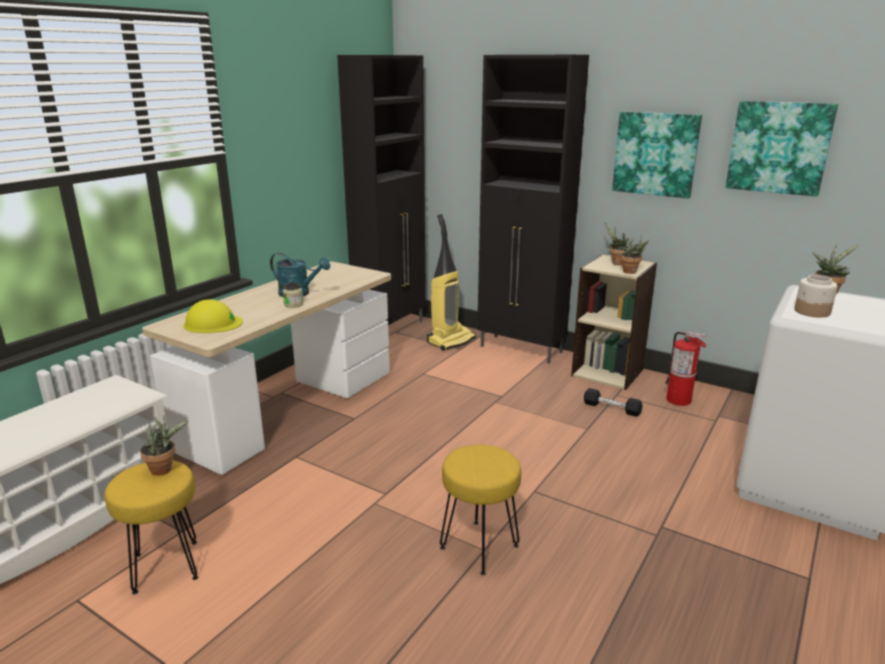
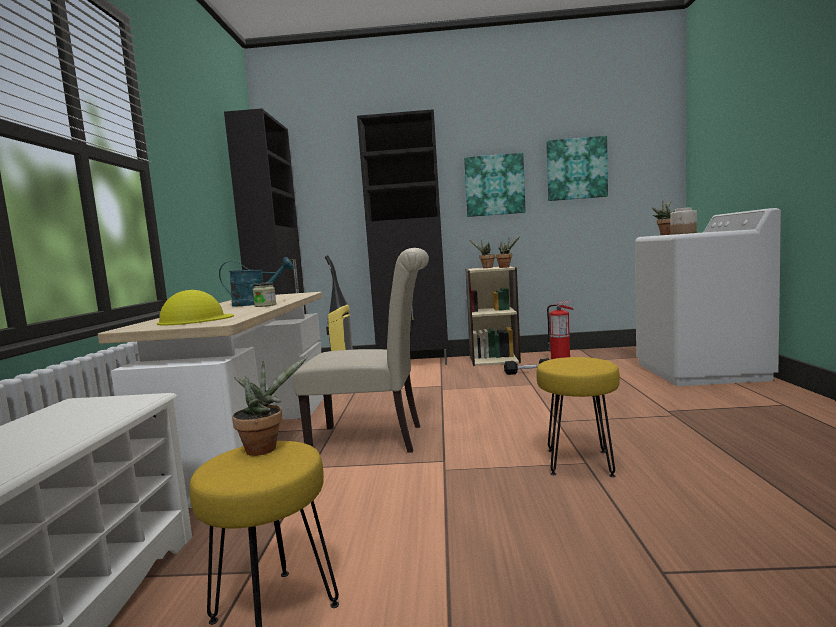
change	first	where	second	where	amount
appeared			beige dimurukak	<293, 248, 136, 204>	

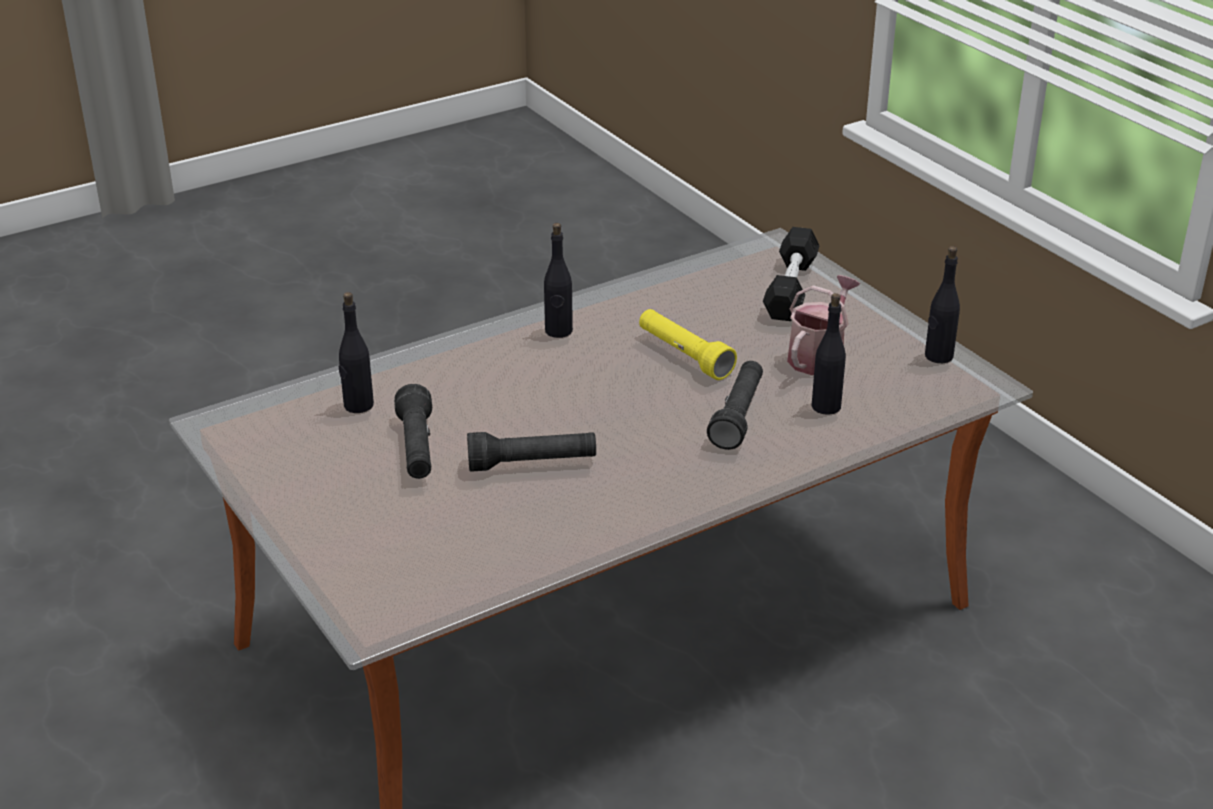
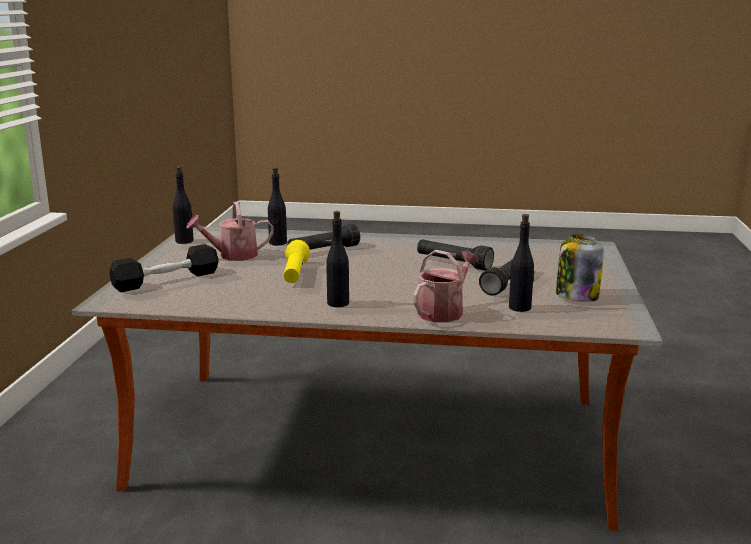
change	first	where	second	where	amount
appeared			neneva	<556, 234, 48, 68>	
appeared			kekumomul	<413, 250, 66, 72>	

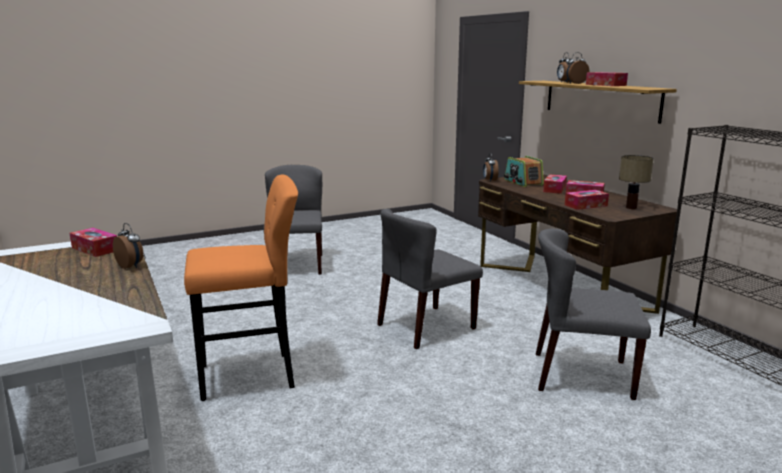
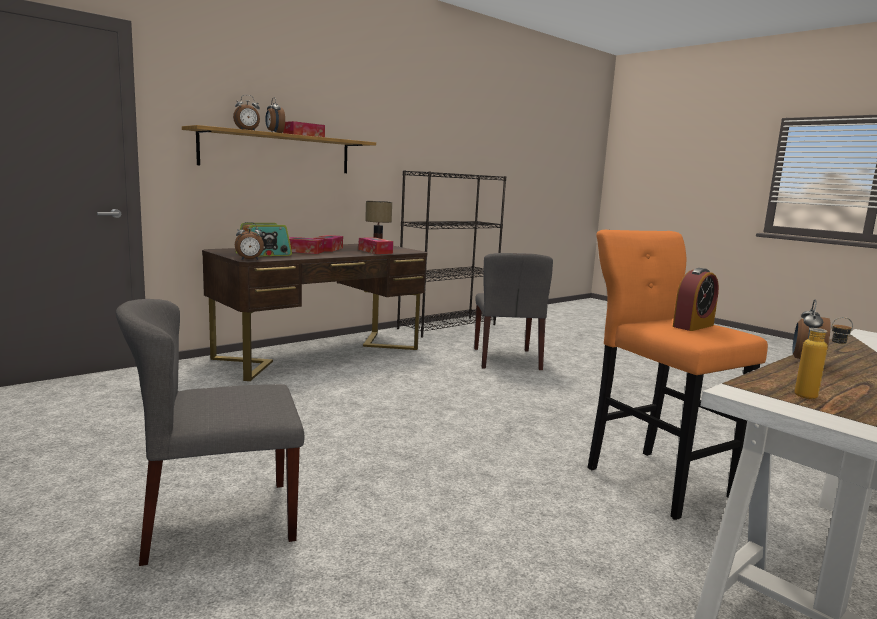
change	first	where	second	where	amount
missing	grey dimurukak	<377, 209, 106, 140>			
exchanged	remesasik	<69, 228, 48, 29>	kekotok	<795, 317, 58, 82>	
appeared			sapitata	<673, 268, 46, 63>	

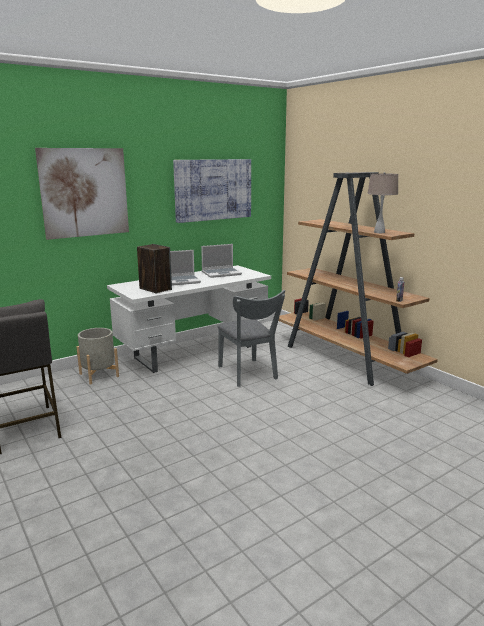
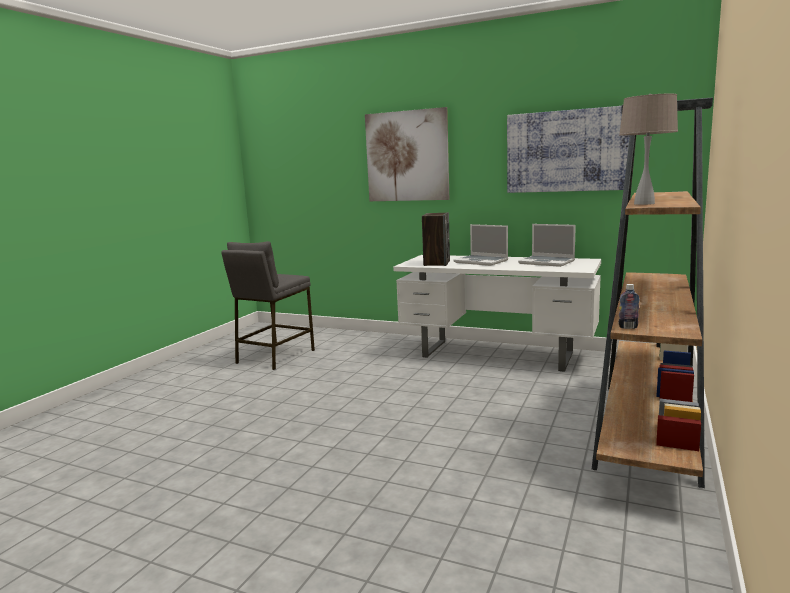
change	first	where	second	where	amount
missing	grey dimurukak	<218, 290, 67, 97>			
missing	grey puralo	<77, 328, 42, 57>			

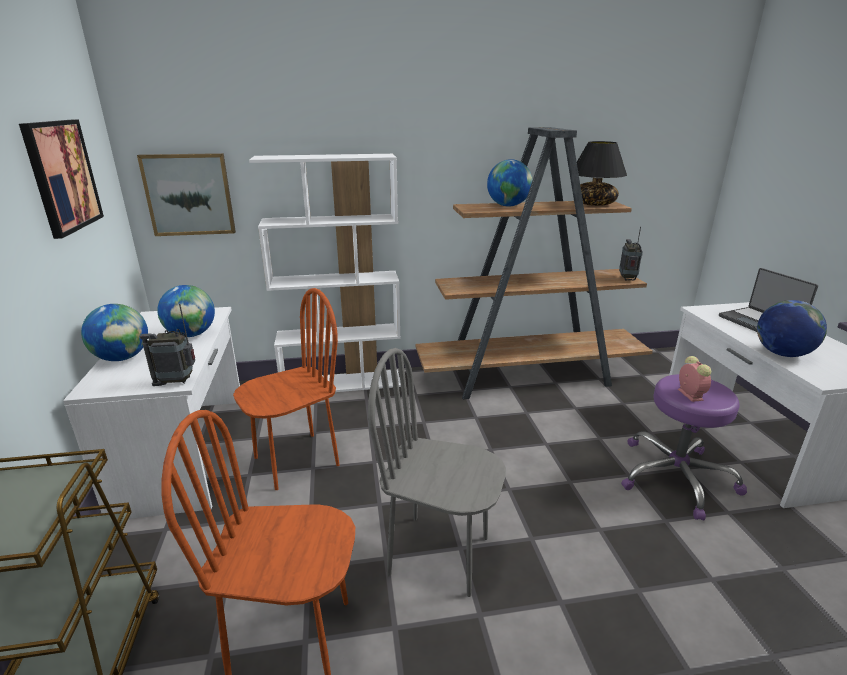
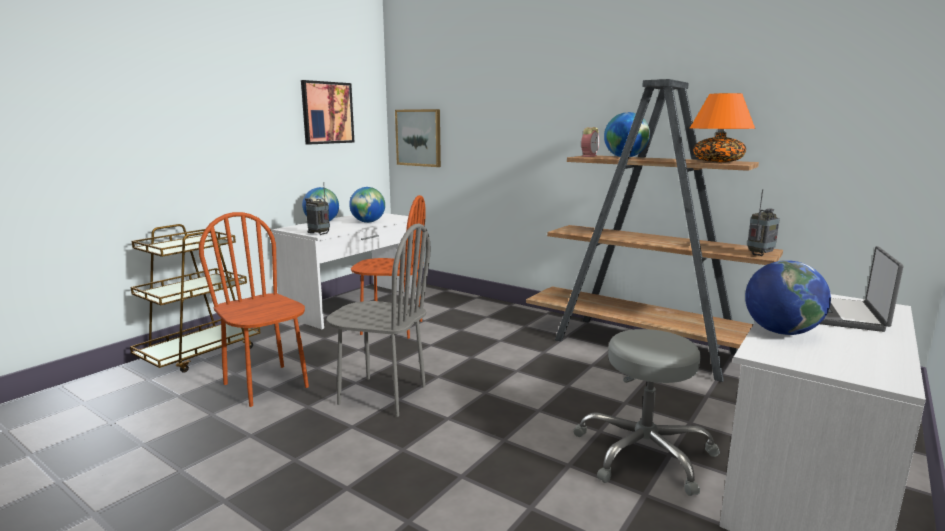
change	first	where	second	where	amount
colour	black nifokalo	<577, 141, 50, 65>	orange nifokalo	<690, 93, 66, 69>	
missing	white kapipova	<249, 154, 152, 238>			
spun	grey dimurukak	<368, 348, 138, 249>		<327, 223, 104, 194>	135 degrees clockwise
relocated	sapitata	<678, 356, 33, 46>		<581, 127, 18, 30>	
colour	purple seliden	<621, 374, 126, 146>	grey seliden	<573, 329, 147, 167>	

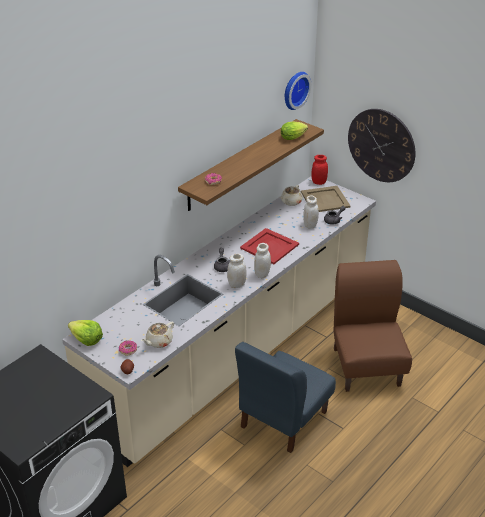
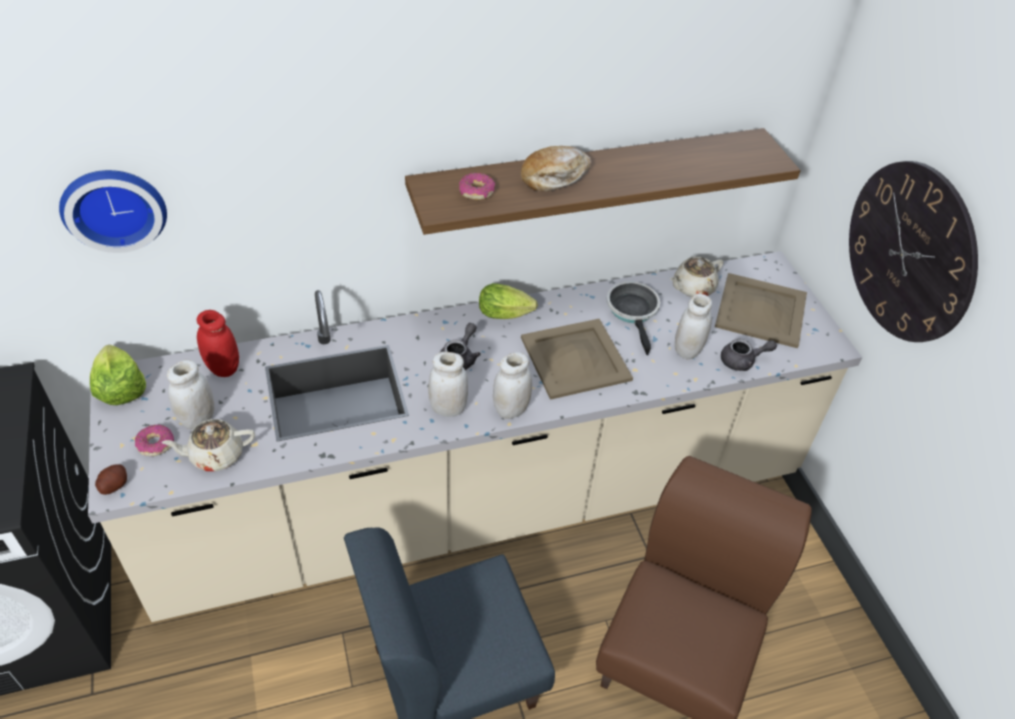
change	first	where	second	where	amount
relocated	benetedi	<285, 72, 26, 38>		<59, 170, 108, 83>	
relocated	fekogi	<281, 122, 27, 18>		<479, 283, 59, 36>	
relocated	red neneva	<311, 155, 17, 30>		<197, 310, 42, 67>	
colour	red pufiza	<240, 228, 59, 36>	beige pufiza	<521, 319, 112, 81>	
appeared			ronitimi	<521, 146, 70, 46>	
appeared			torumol	<606, 281, 54, 74>	
appeared			white neneva	<167, 360, 48, 70>	

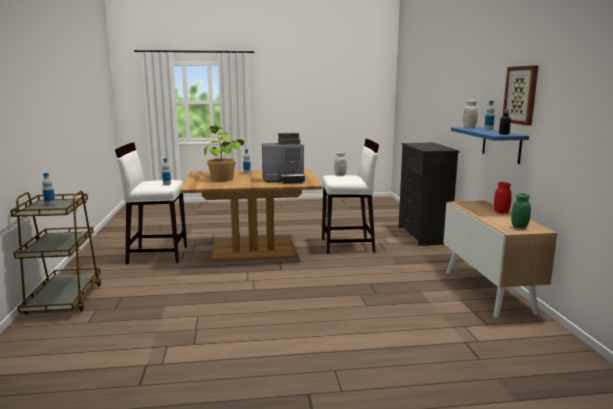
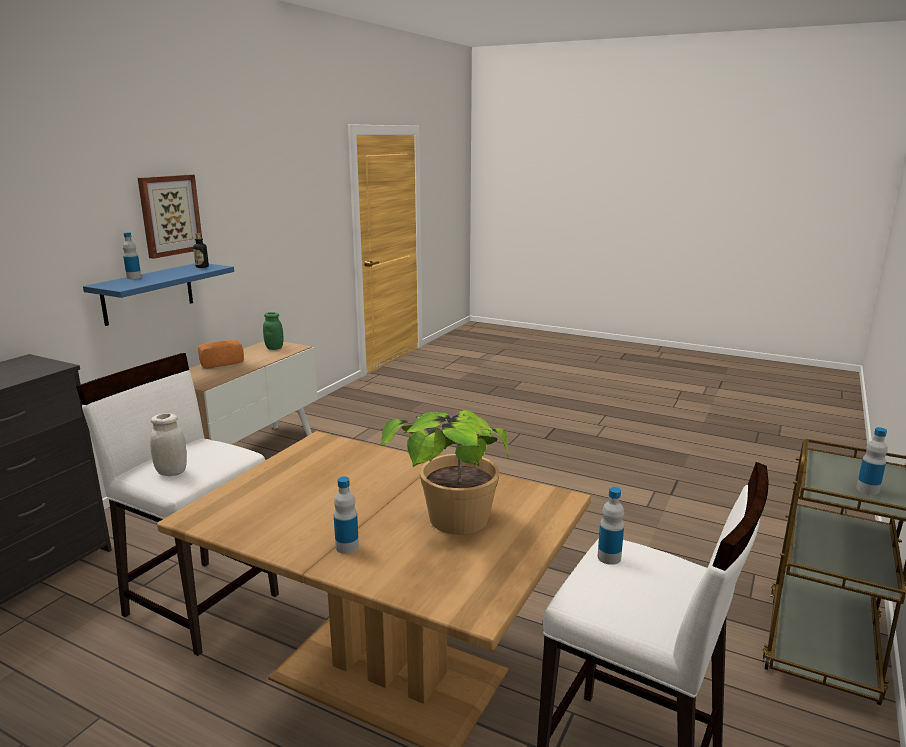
change	first	where	second	where	amount
missing	white neneva	<463, 100, 15, 28>			
missing	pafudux	<262, 133, 43, 51>			
exchanged	red neneva	<494, 182, 18, 31>	ronitimi	<198, 340, 46, 28>	

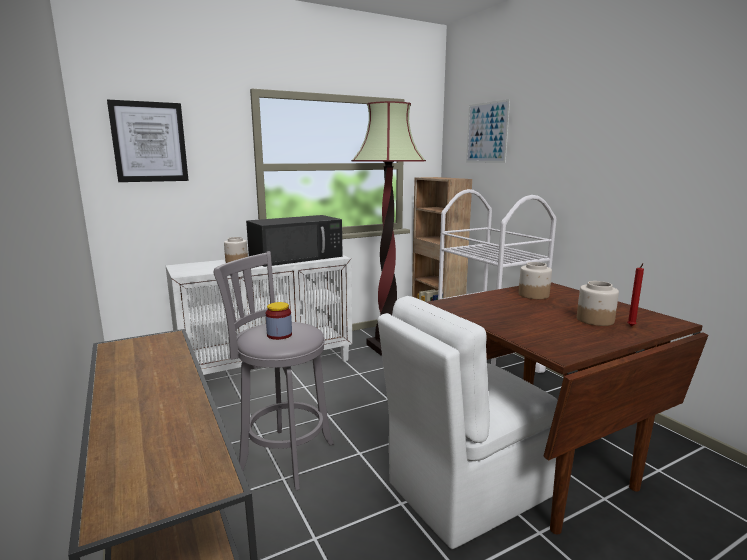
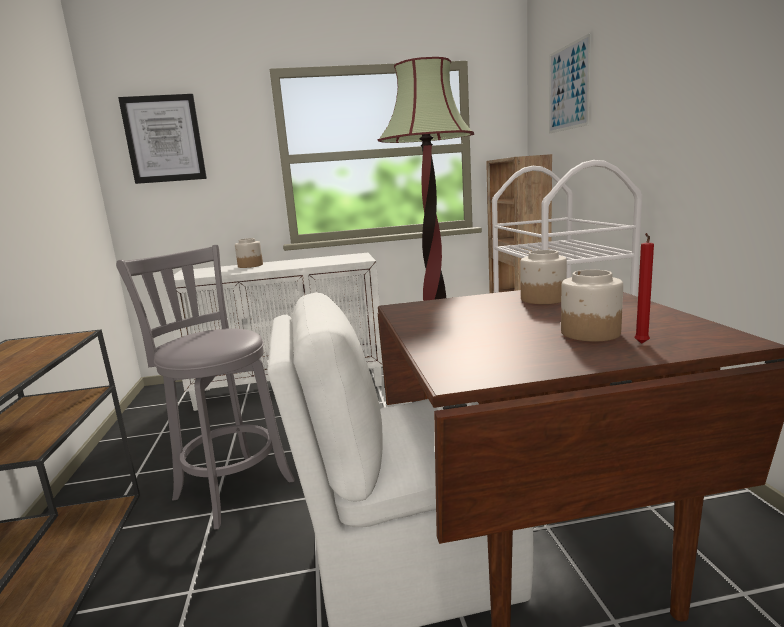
change	first	where	second	where	amount
missing	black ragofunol	<246, 215, 97, 52>			
missing	neneva	<266, 302, 26, 38>			

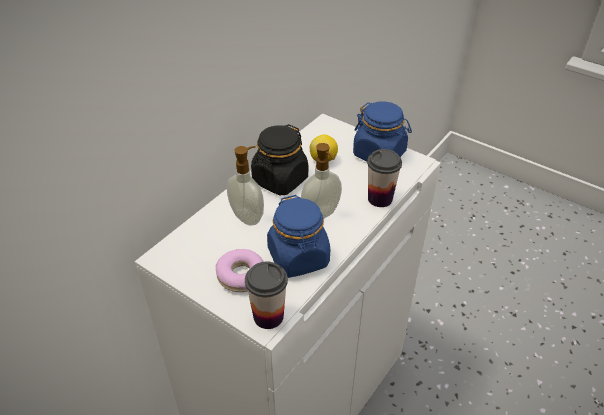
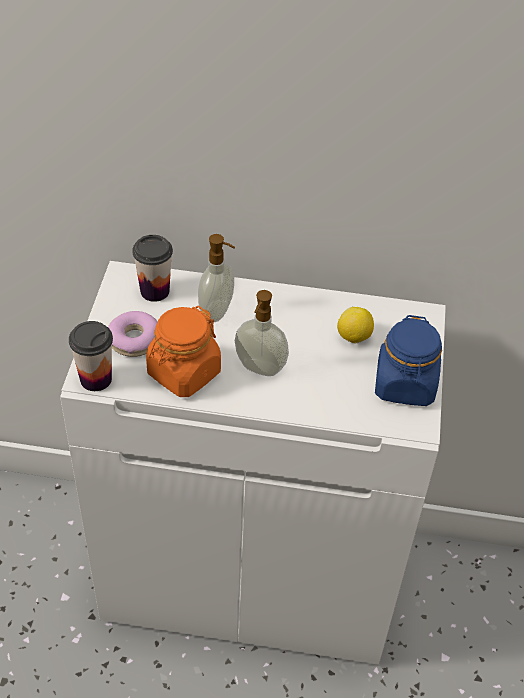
change	first	where	second	where	amount
missing	black neneva	<251, 124, 57, 71>			
relocated	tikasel	<367, 149, 35, 58>		<132, 235, 41, 67>	
colour	blue neneva	<267, 195, 63, 83>	orange neneva	<146, 306, 75, 91>	

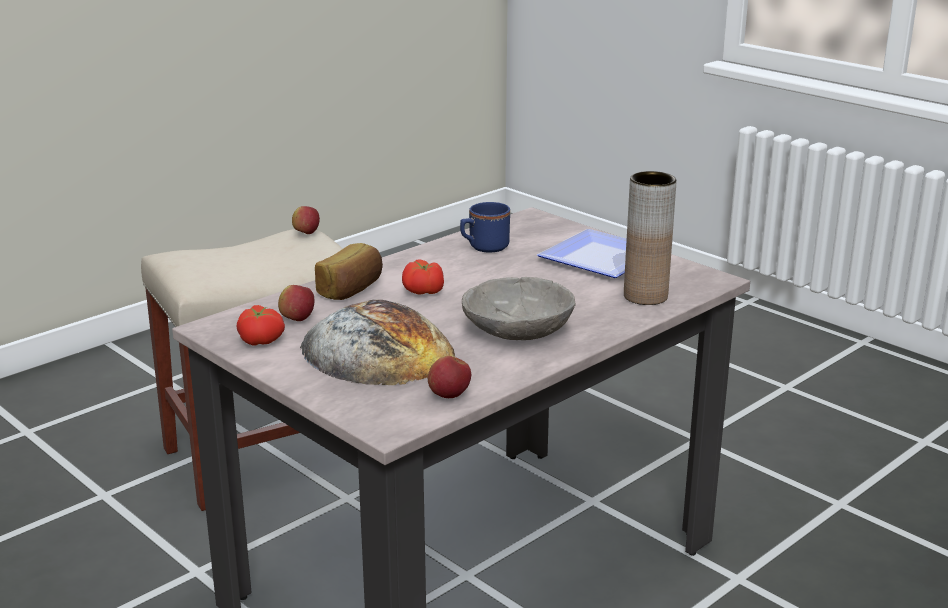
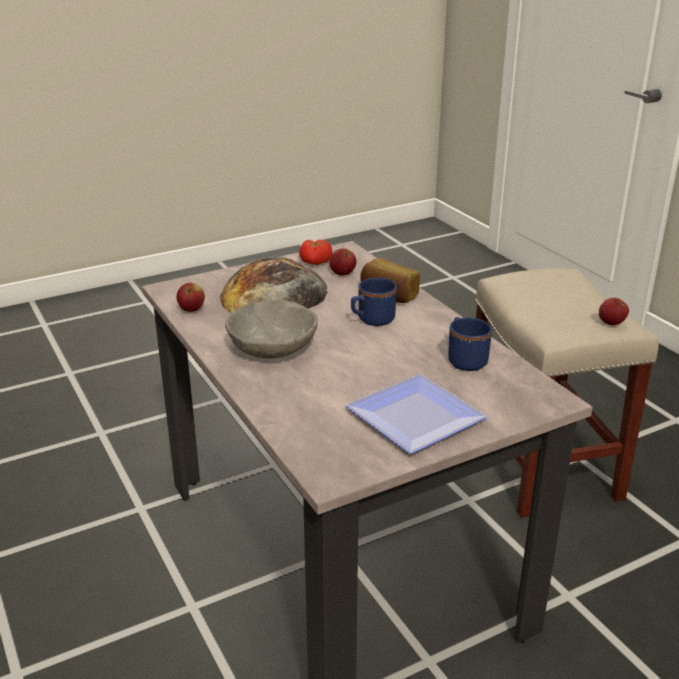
change	first	where	second	where	amount
missing	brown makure	<624, 171, 53, 134>			
exchanged	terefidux	<402, 260, 42, 35>	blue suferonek	<351, 278, 46, 48>	

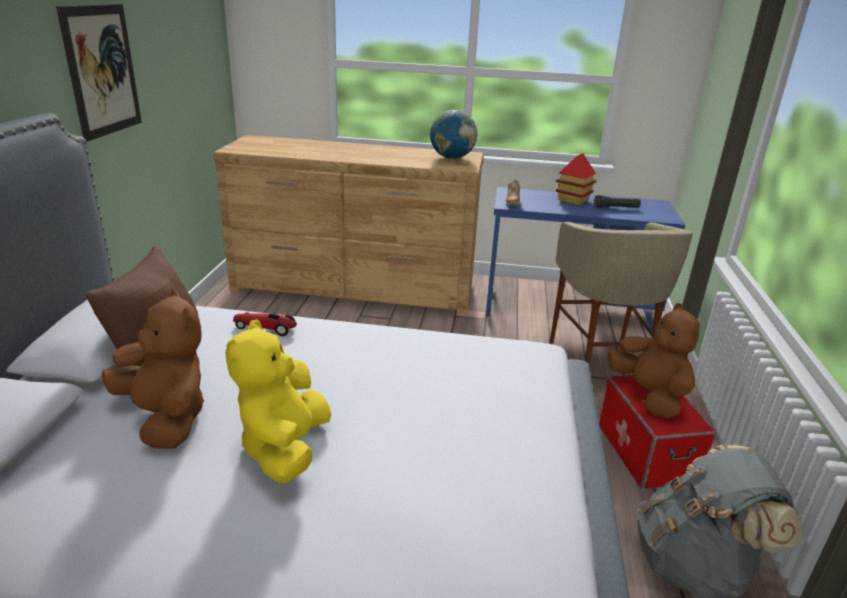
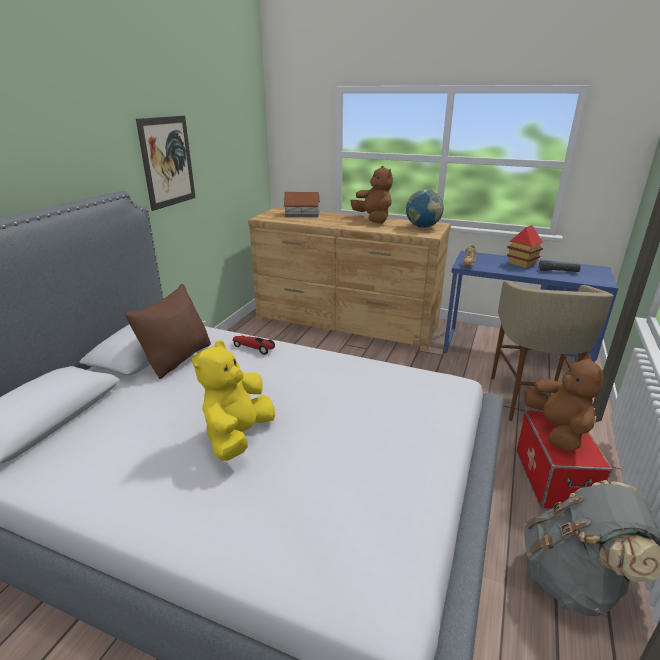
change	first	where	second	where	amount
relocated	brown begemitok	<102, 289, 102, 160>		<351, 166, 42, 57>	
appeared			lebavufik	<283, 192, 37, 25>	

